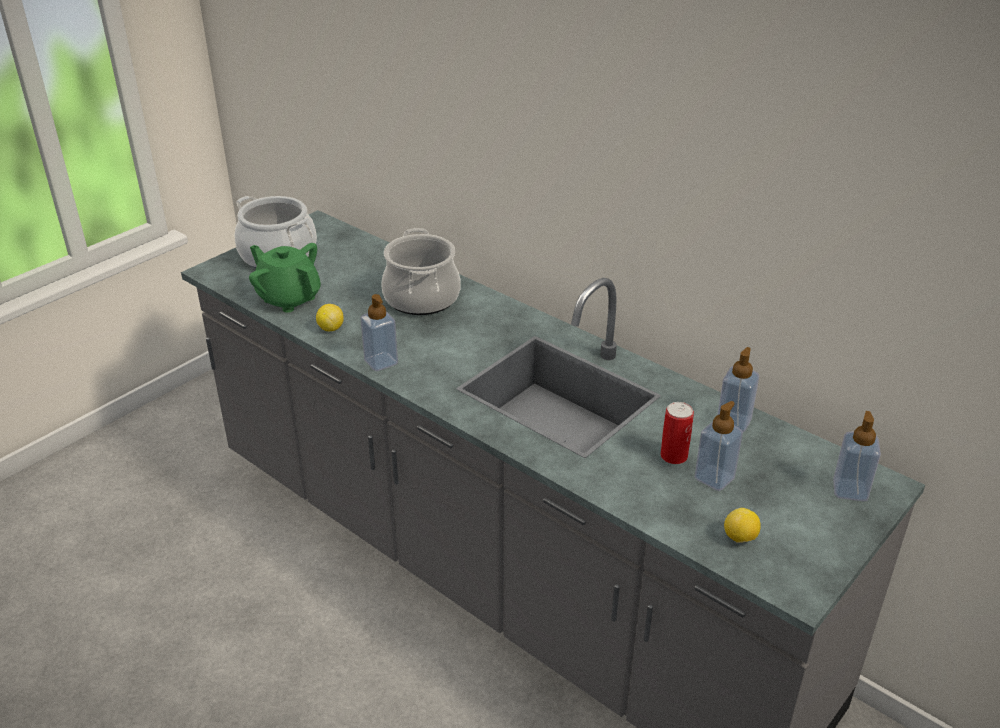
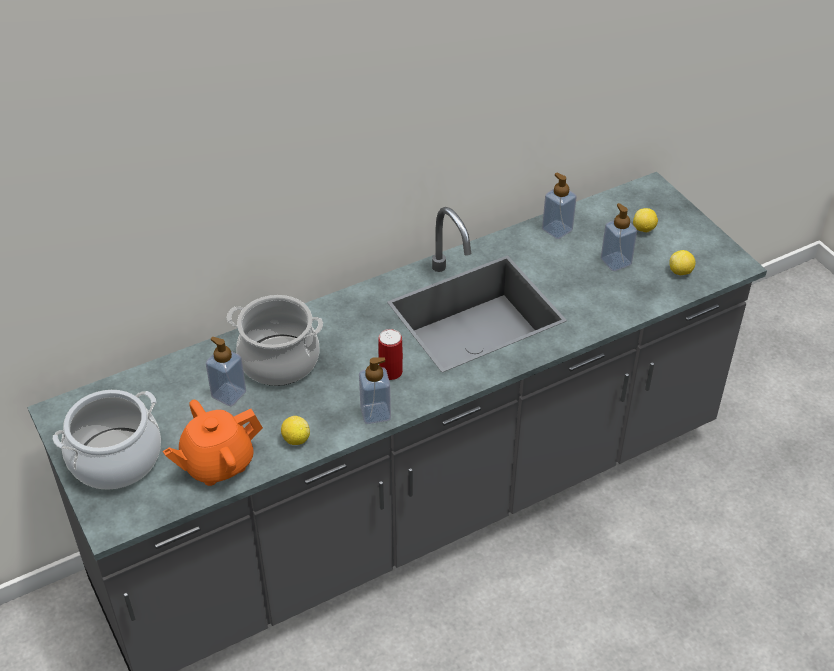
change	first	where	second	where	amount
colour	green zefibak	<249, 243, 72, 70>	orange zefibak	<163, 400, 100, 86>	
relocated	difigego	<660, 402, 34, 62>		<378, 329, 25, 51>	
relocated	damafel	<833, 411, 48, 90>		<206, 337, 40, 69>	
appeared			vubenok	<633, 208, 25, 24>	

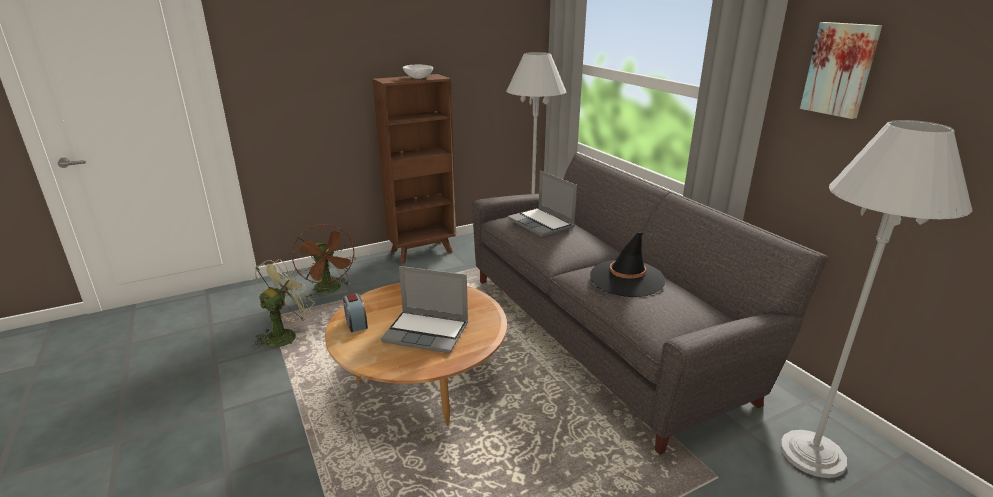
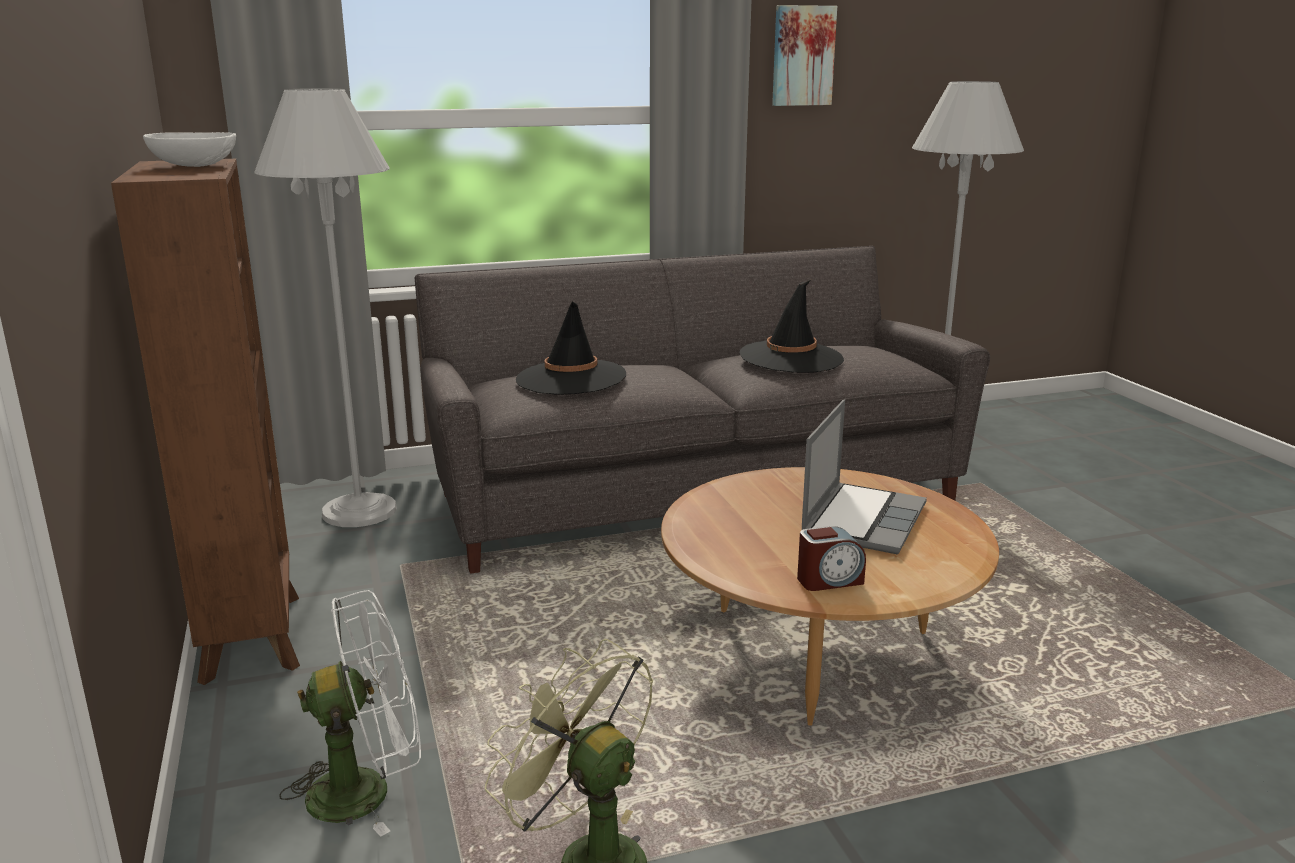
change	first	where	second	where	amount
exchanged	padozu	<508, 171, 69, 66>	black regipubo	<516, 302, 110, 93>	
colour	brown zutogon	<292, 224, 64, 73>	white zutogon	<280, 590, 141, 246>	

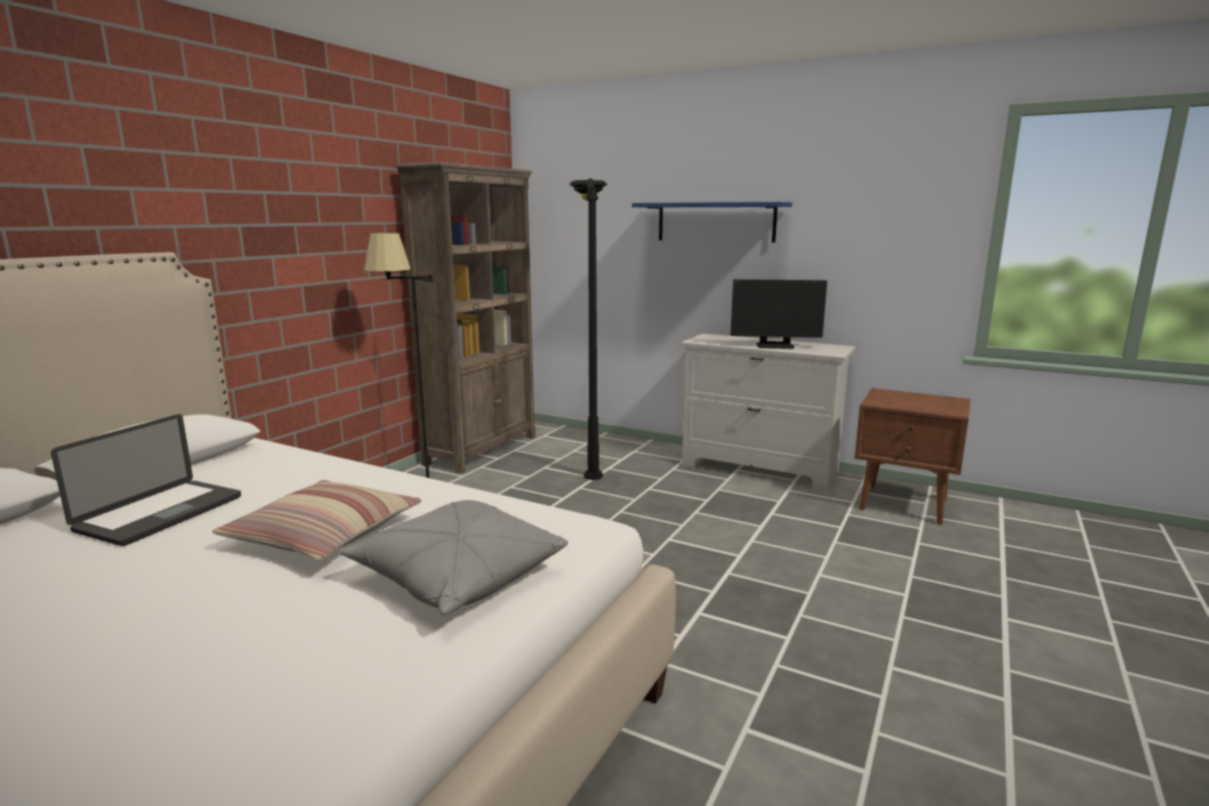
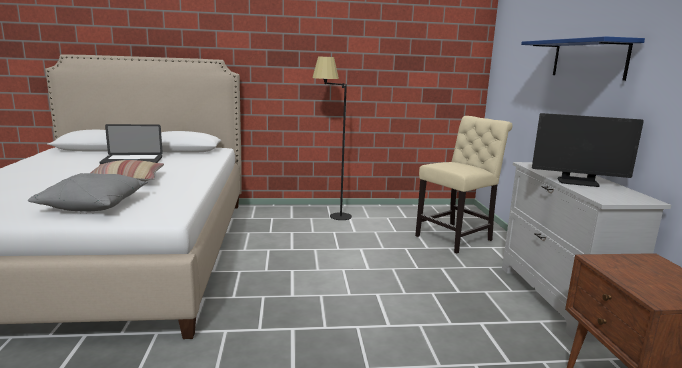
change	first	where	second	where	amount
missing	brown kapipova	<396, 162, 139, 312>			
exchanged	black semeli	<569, 178, 38, 302>	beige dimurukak	<415, 116, 97, 138>	
spun	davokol	<730, 279, 97, 70>		<532, 113, 112, 74>	45 degrees counterclockwise

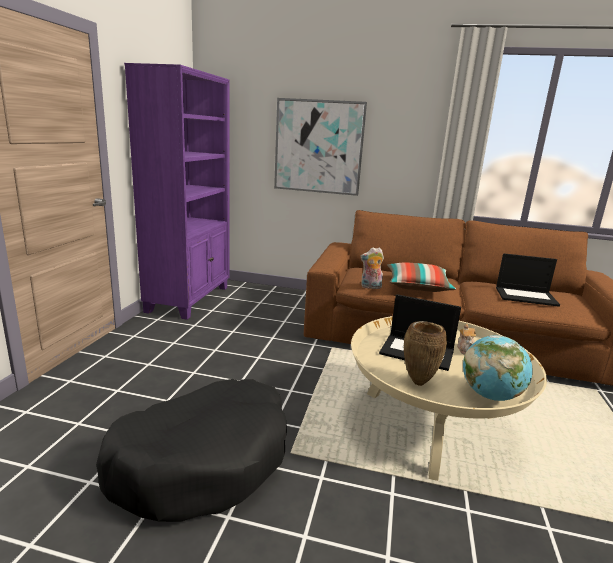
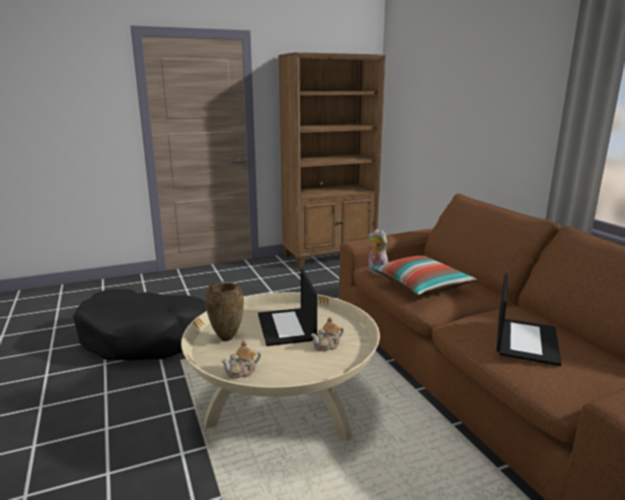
change	first	where	second	where	amount
colour	purple kapipova	<124, 63, 106, 257>	brown kapipova	<278, 52, 108, 216>	
missing	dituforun	<274, 98, 93, 98>			
spun	padozu	<496, 253, 64, 54>		<496, 273, 66, 93>	135 degrees counterclockwise
exchanged	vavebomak	<463, 335, 70, 66>	zefibak	<221, 341, 40, 37>	

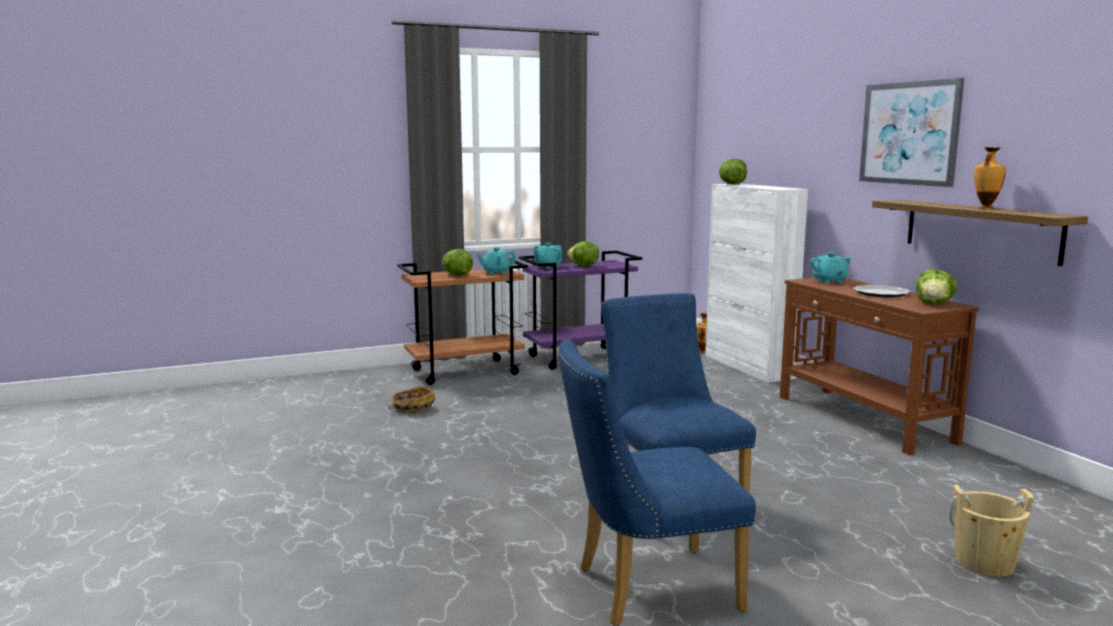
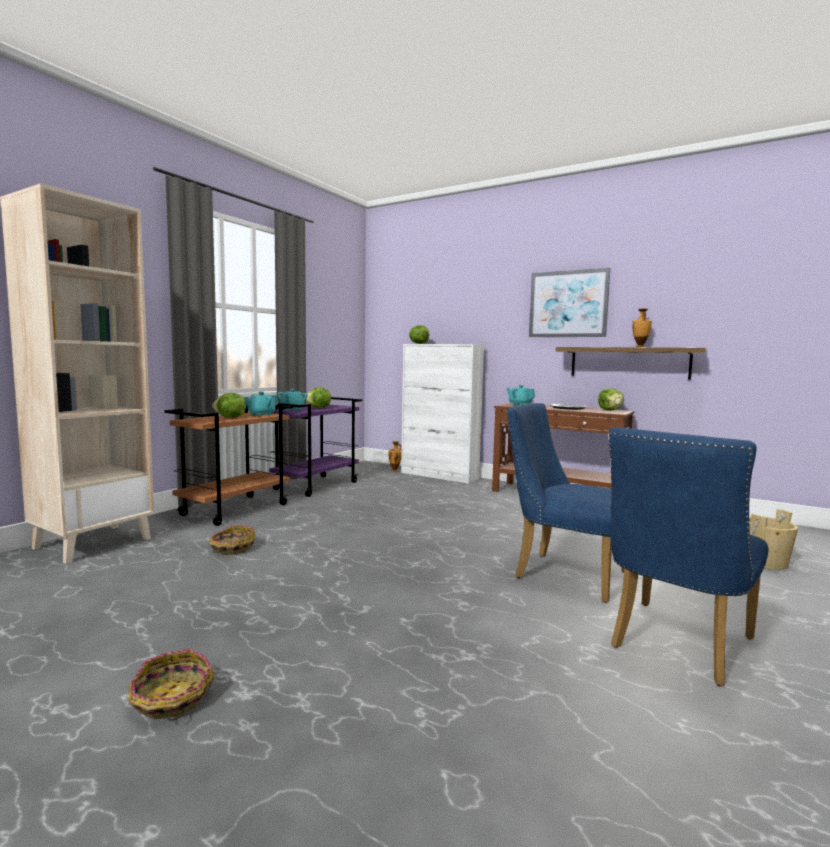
change	first	where	second	where	amount
appeared			beige kapipova	<0, 184, 154, 380>	
appeared			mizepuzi	<128, 649, 87, 72>	

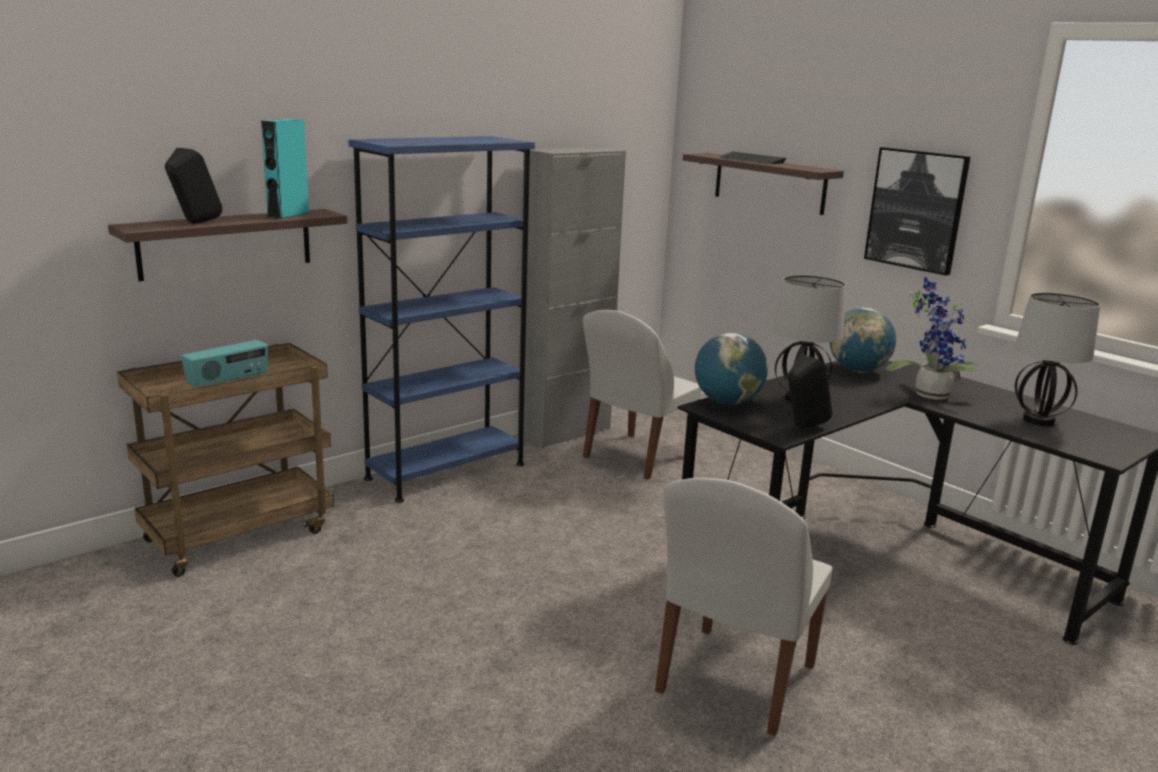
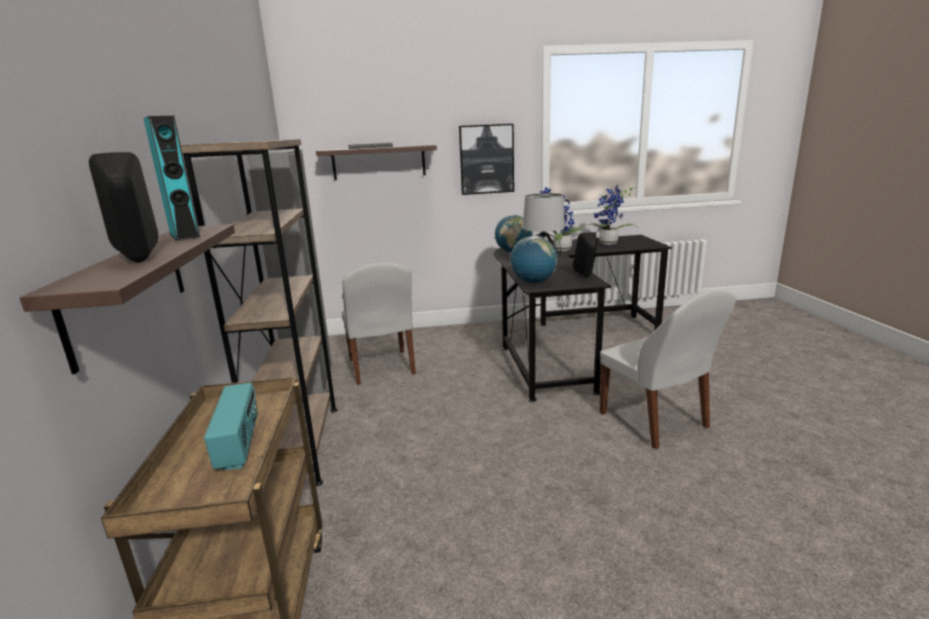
change	first	where	second	where	amount
colour	blue kapipova	<349, 136, 186, 367>	brown kapipova	<181, 139, 156, 347>	
exchanged	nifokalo	<1015, 292, 85, 134>	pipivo	<586, 185, 53, 60>	

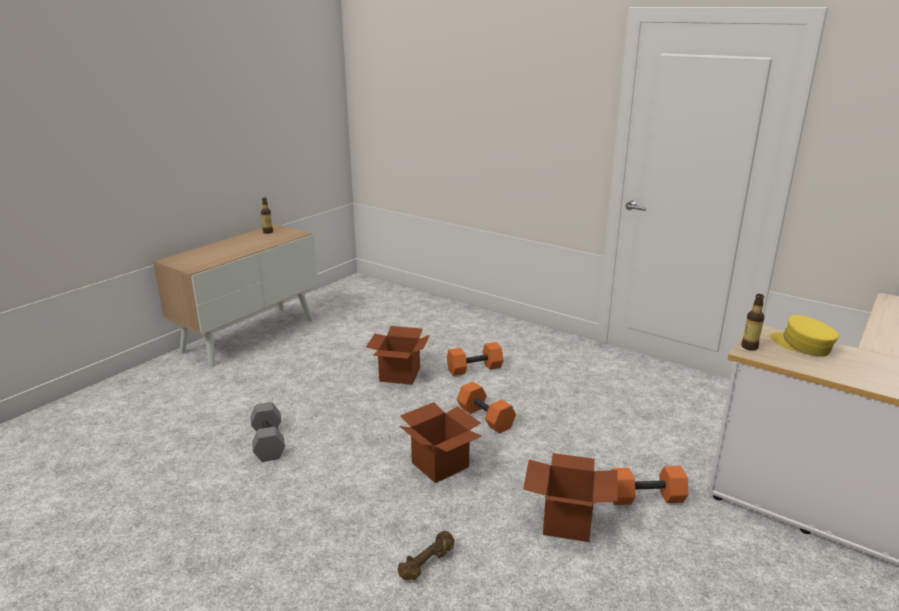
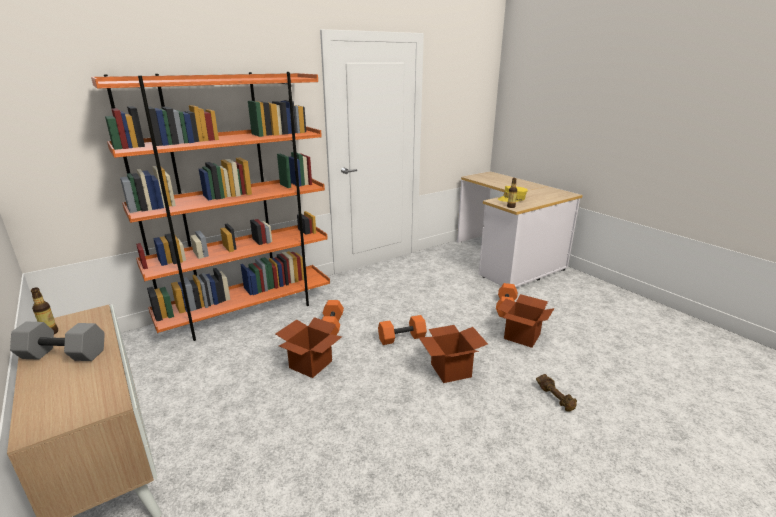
change	first	where	second	where	amount
relocated	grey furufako	<250, 402, 35, 60>		<10, 322, 95, 39>	
appeared			orange kapipova	<91, 72, 239, 269>	

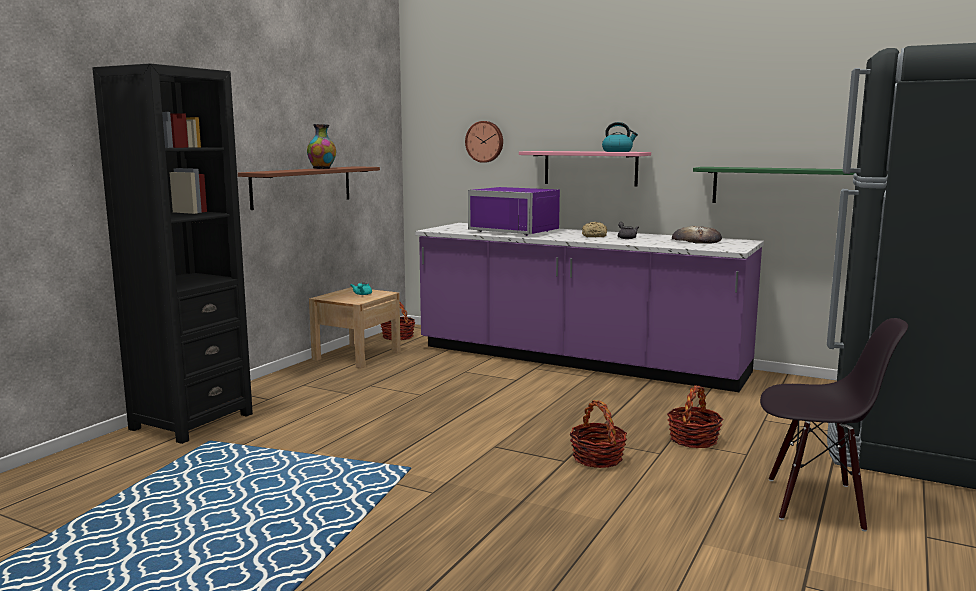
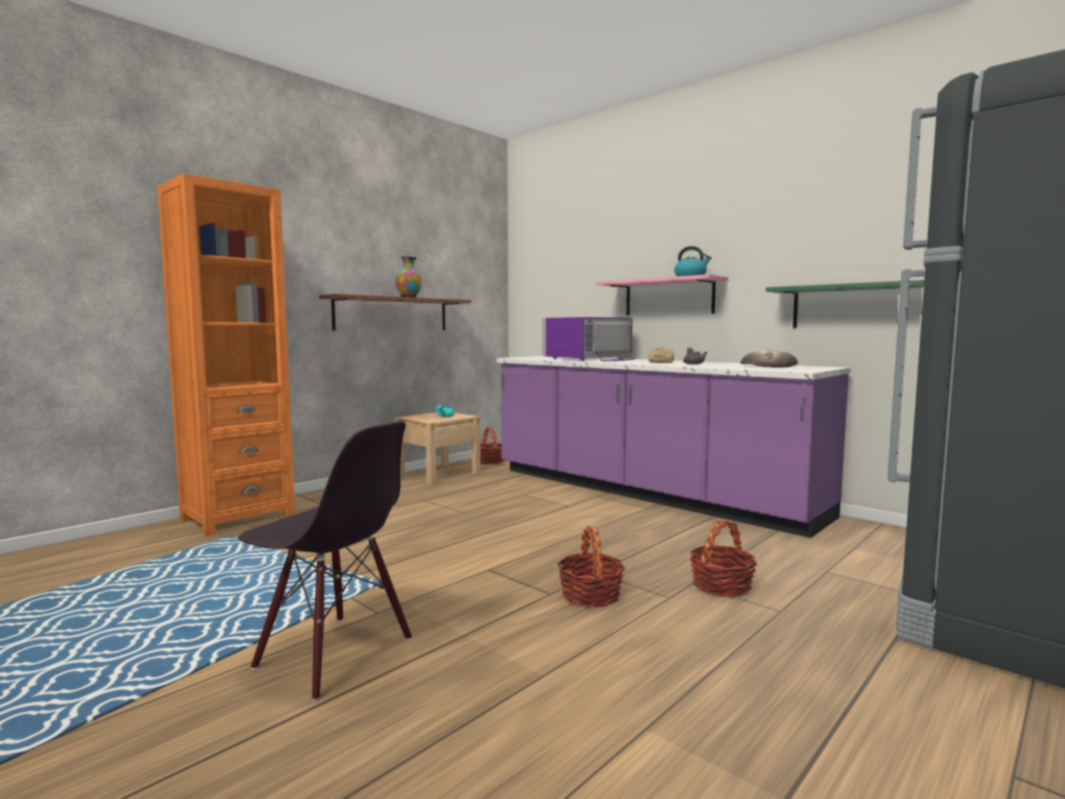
change	first	where	second	where	amount
colour	black kapipova	<92, 63, 161, 381>	orange kapipova	<158, 173, 137, 364>	
missing	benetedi	<465, 121, 38, 42>			
spun	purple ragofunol	<468, 187, 92, 49>		<543, 317, 92, 44>	90 degrees clockwise
relocated	black dimurukak	<760, 318, 148, 213>		<238, 421, 174, 280>	

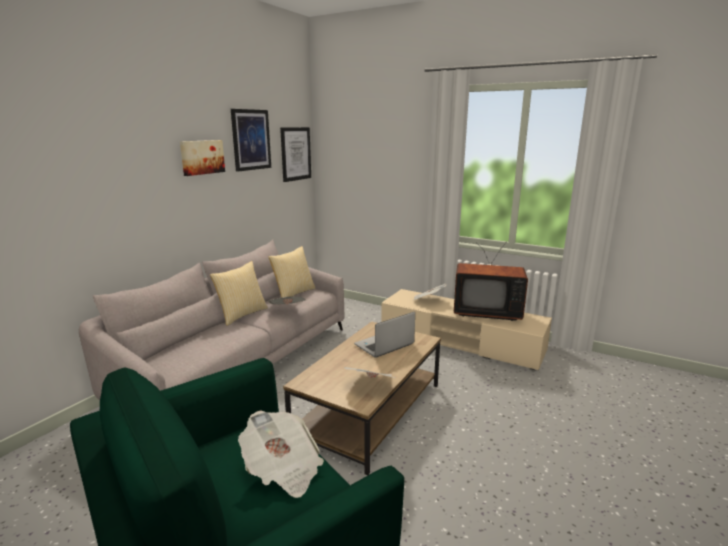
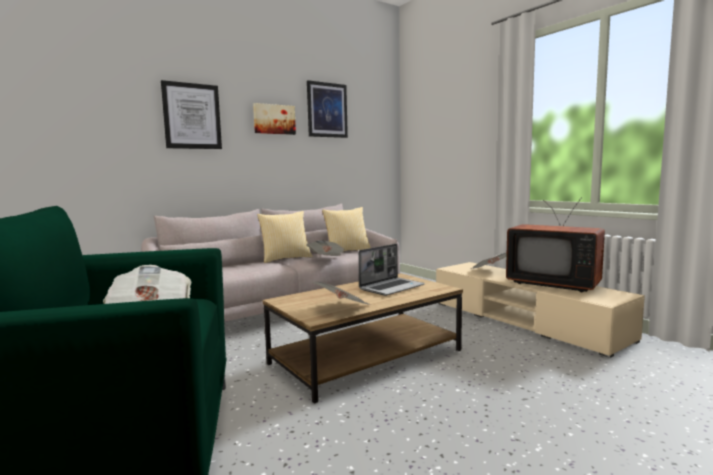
change	first	where	second	where	amount
relocated	dituforun	<280, 127, 31, 55>		<161, 80, 61, 69>	
spun	padozu	<354, 312, 61, 46>		<358, 244, 67, 52>	150 degrees clockwise

